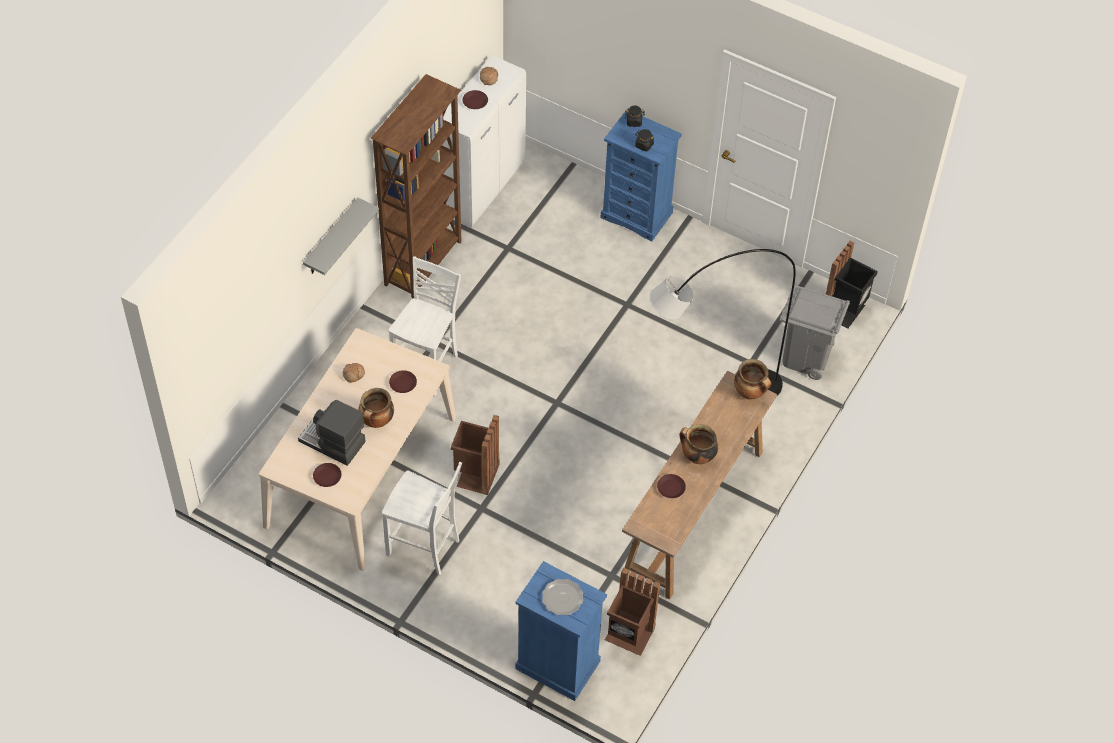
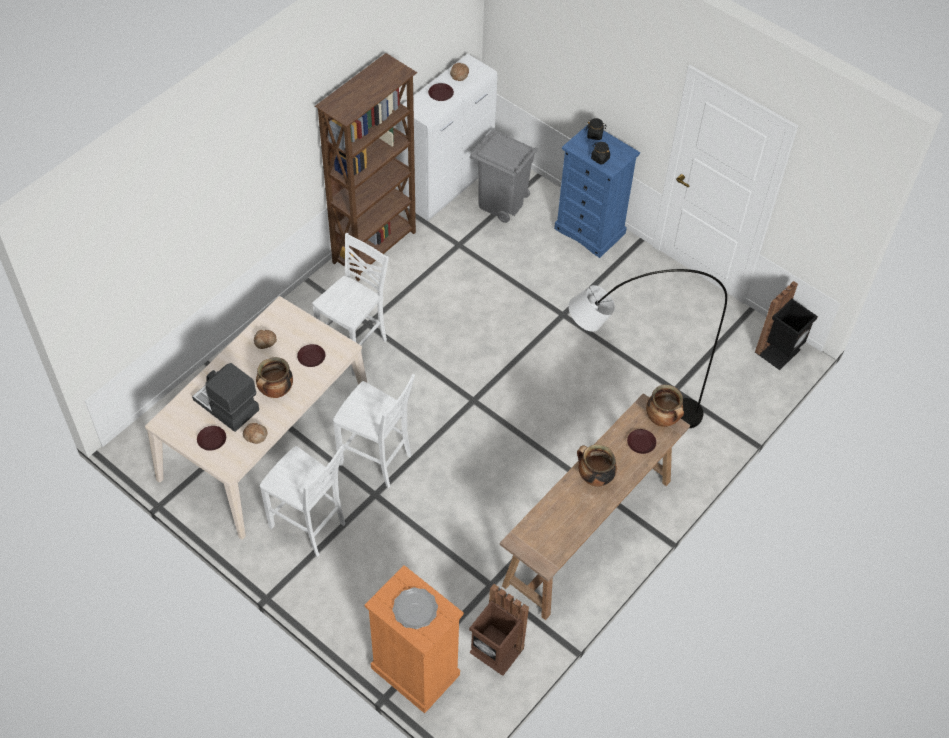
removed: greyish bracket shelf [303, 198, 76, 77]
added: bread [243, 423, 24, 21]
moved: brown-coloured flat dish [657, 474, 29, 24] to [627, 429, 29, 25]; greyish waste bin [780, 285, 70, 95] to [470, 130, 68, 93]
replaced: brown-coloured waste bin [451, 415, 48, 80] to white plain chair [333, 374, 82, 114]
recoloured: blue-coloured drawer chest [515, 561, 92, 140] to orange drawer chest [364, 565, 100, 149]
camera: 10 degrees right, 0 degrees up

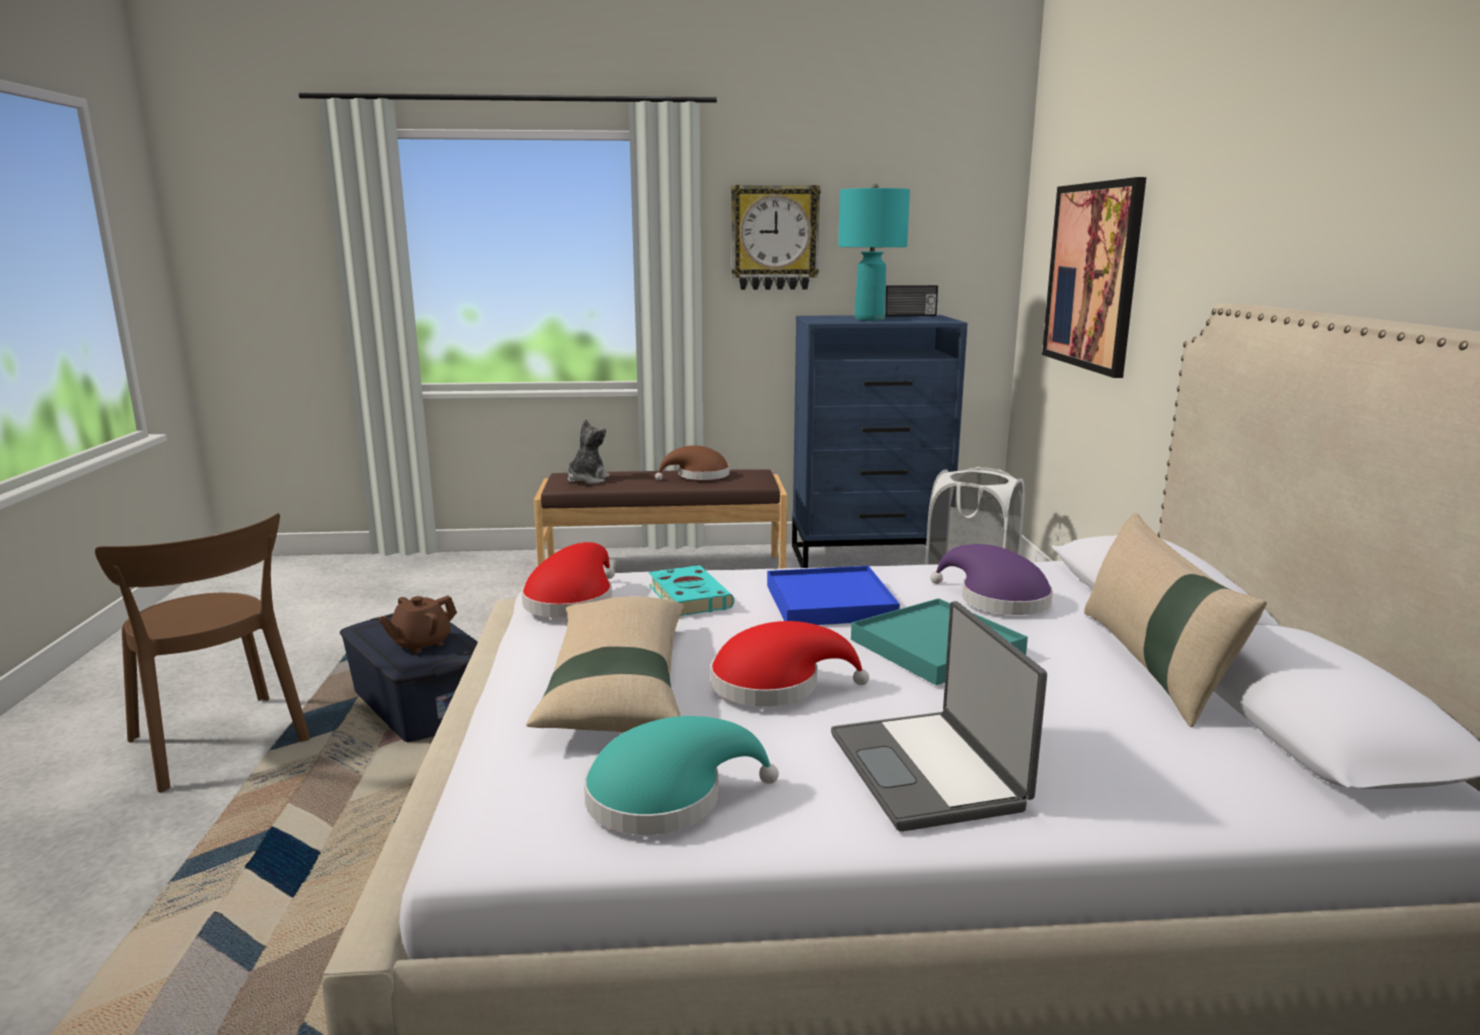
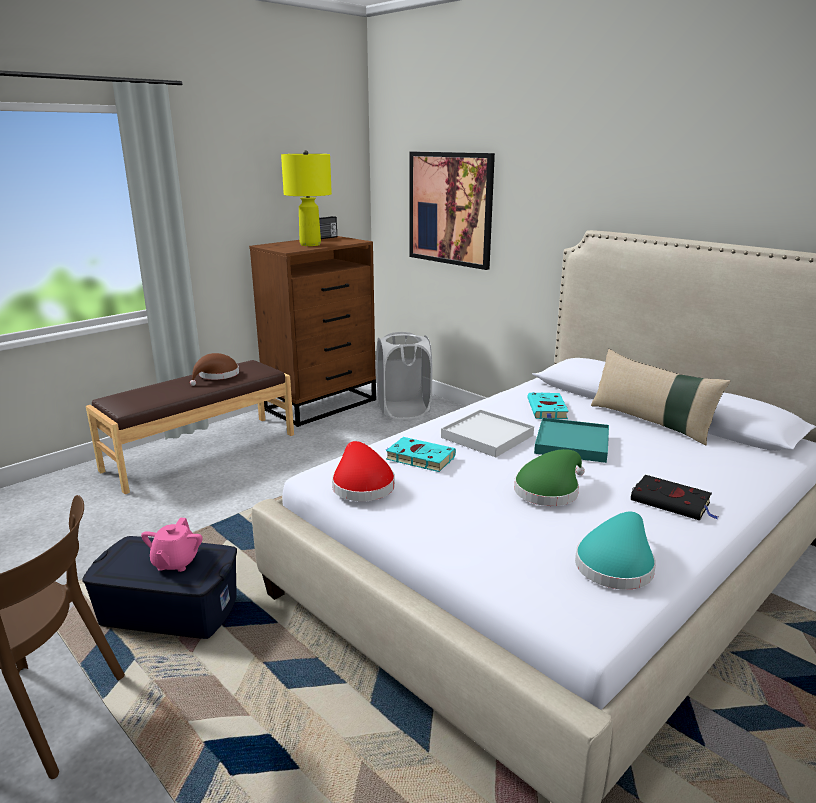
removed: sand-coloured cushion [526, 596, 158, 136]; soft toy [568, 419, 42, 65]; wall clock [731, 185, 90, 105]
replaced: laptop [831, 601, 216, 231] to black bound book [631, 475, 87, 45]; purple wearable hat [930, 544, 123, 71] to blue-green bound book [527, 392, 42, 27]
recoloured: brown-coloured teapot [378, 595, 79, 59] to pink-coloured teapot [141, 518, 62, 54]; red-coloured wearable hat [710, 621, 159, 85] to greenish wearable hat [514, 449, 71, 57]; blue-coloured tray [767, 566, 133, 59] to white tray [441, 409, 93, 48]; blue-coloured drawer chest [792, 315, 176, 253] to brown-coloured drawer chest [249, 236, 127, 191]; blue-green lamp for a table [838, 184, 72, 137] to yellowish lamp for a table [281, 150, 51, 96]
camera: 40 degrees left, 5 degrees up

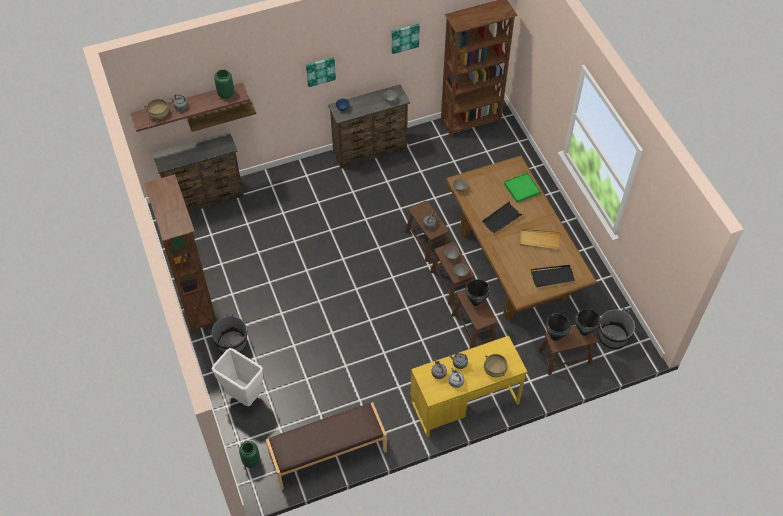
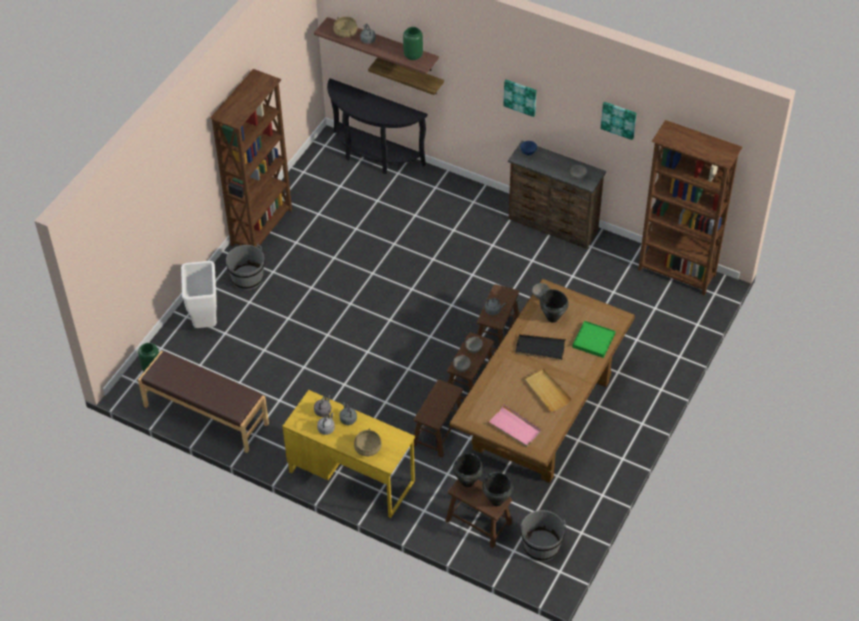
moved: black saucepot [465, 279, 25, 27] to [540, 289, 29, 34]
replaced: brown-coloured drawer chest [152, 131, 92, 81] to black console table [327, 78, 101, 96]
recoloured: black tray [531, 265, 44, 23] to pink-coloured tray [487, 404, 54, 43]
camera: 50 degrees right, 5 degrees down

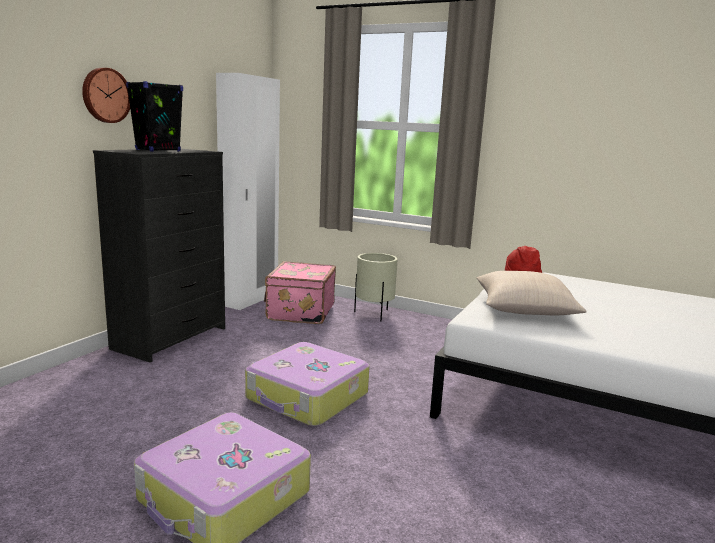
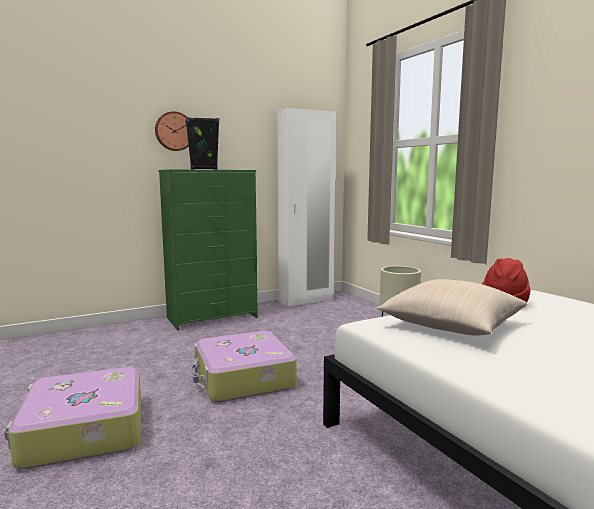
removed: pink-coloured travel case [264, 261, 72, 63]
recoloured: black drawer chest [93, 149, 132, 214] to greenish drawer chest [158, 169, 100, 162]
camera: 35 degrees right, 5 degrees down

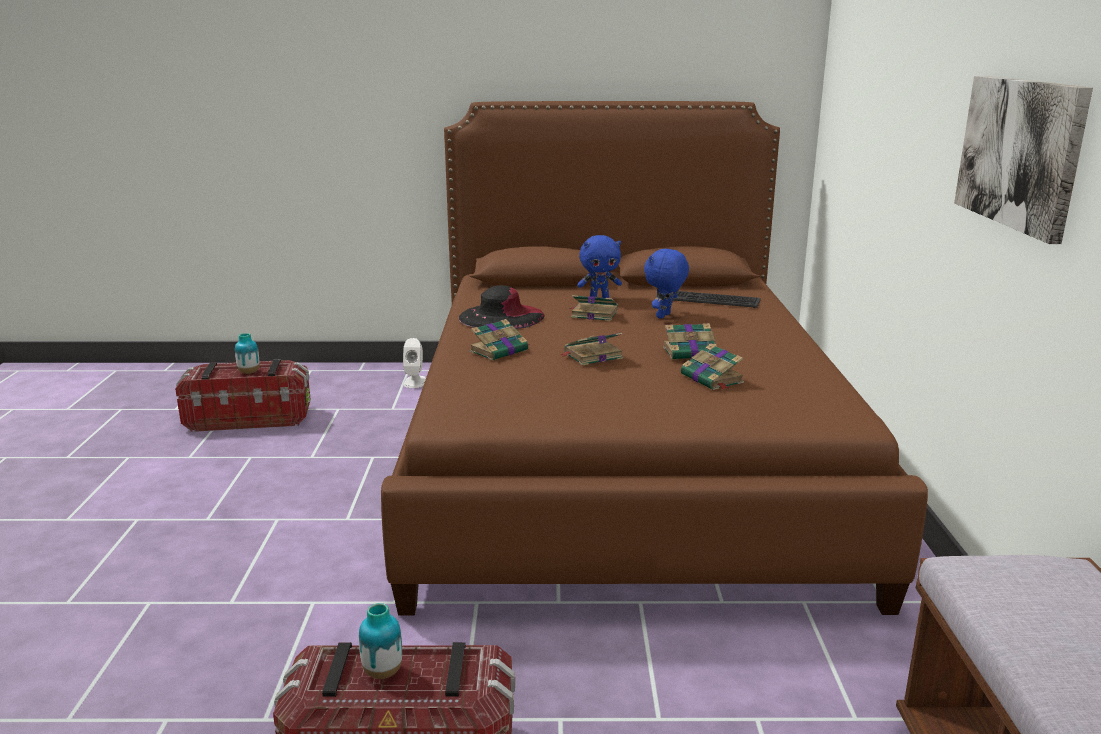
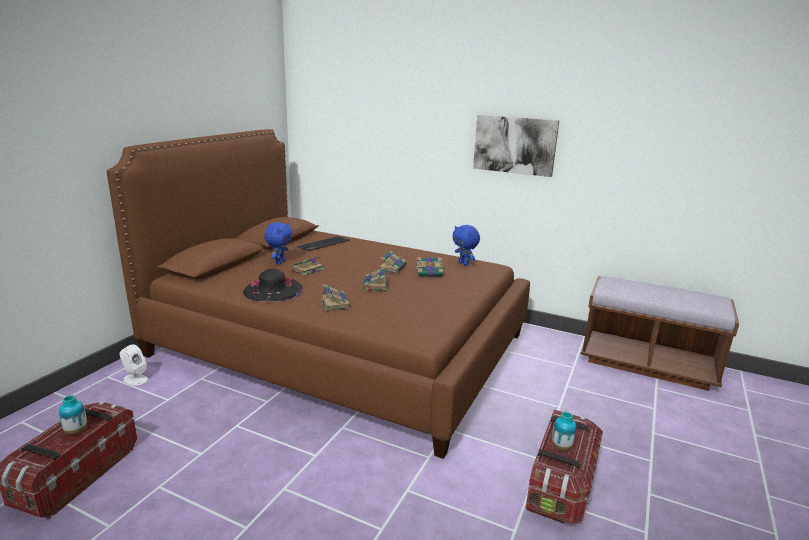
moved: blue-coloured soft toy [644, 248, 45, 71] to [452, 225, 28, 41]
camera: 65 degrees left, 0 degrees up

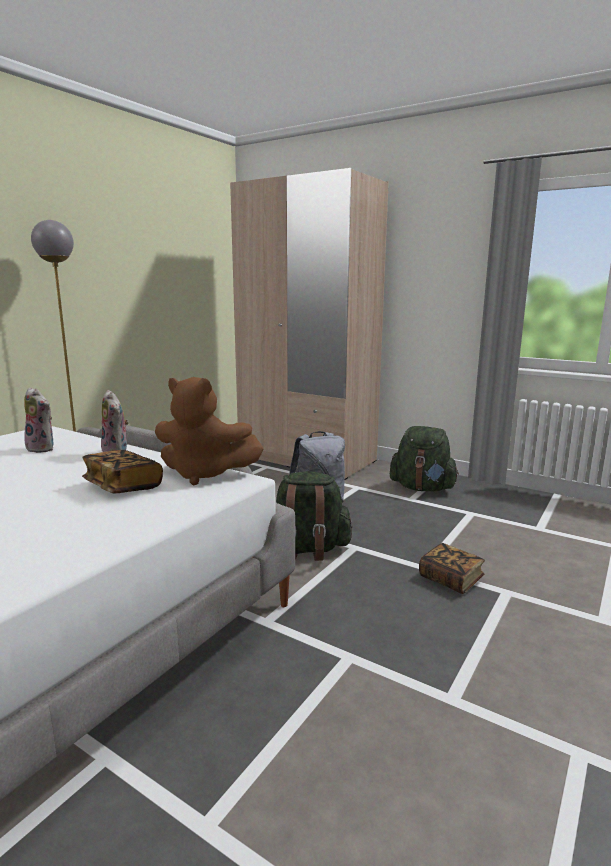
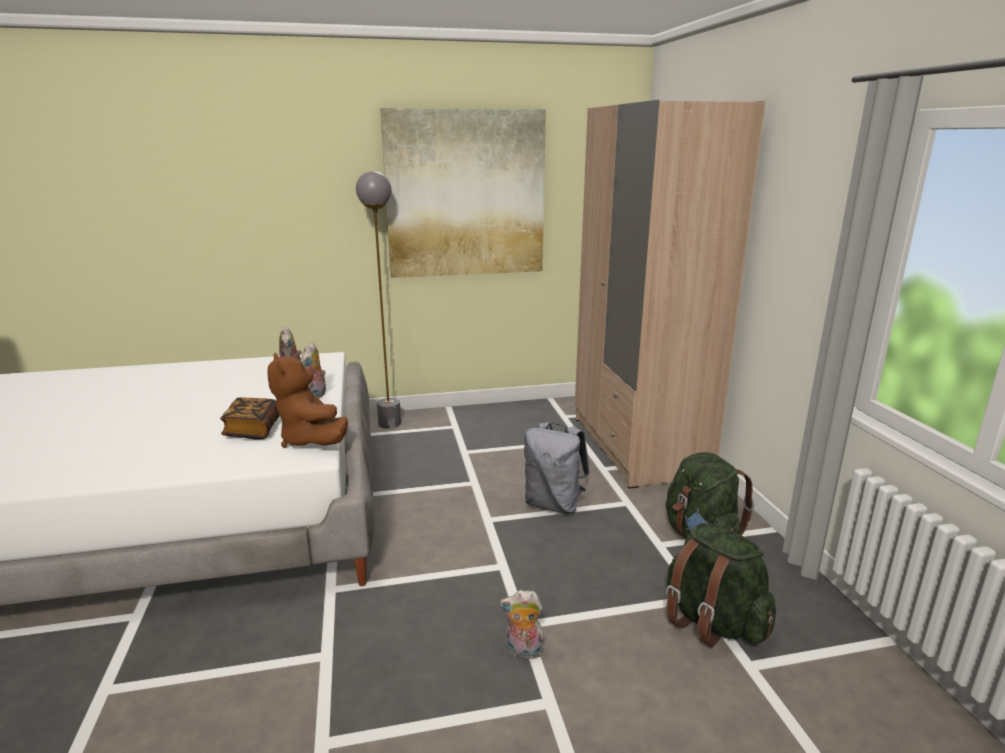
added: picture [380, 108, 166, 170]
moved: greenish knapsack [276, 471, 76, 90] to [666, 523, 110, 124]
replaced: bound book [419, 543, 66, 51] to soft toy [500, 590, 44, 69]
camera: 45 degrees right, 5 degrees up

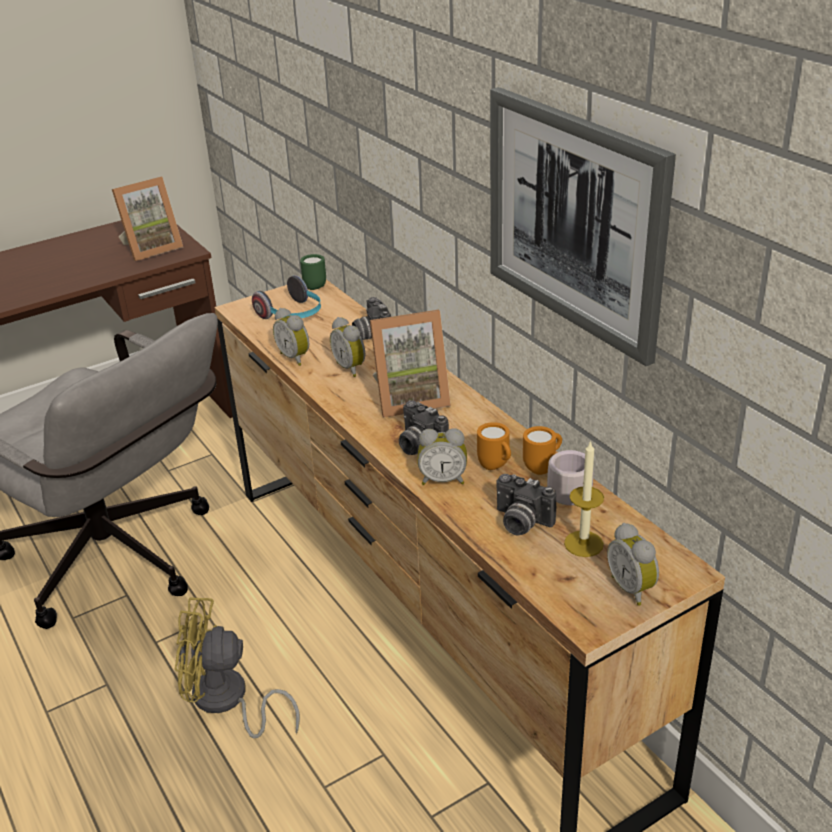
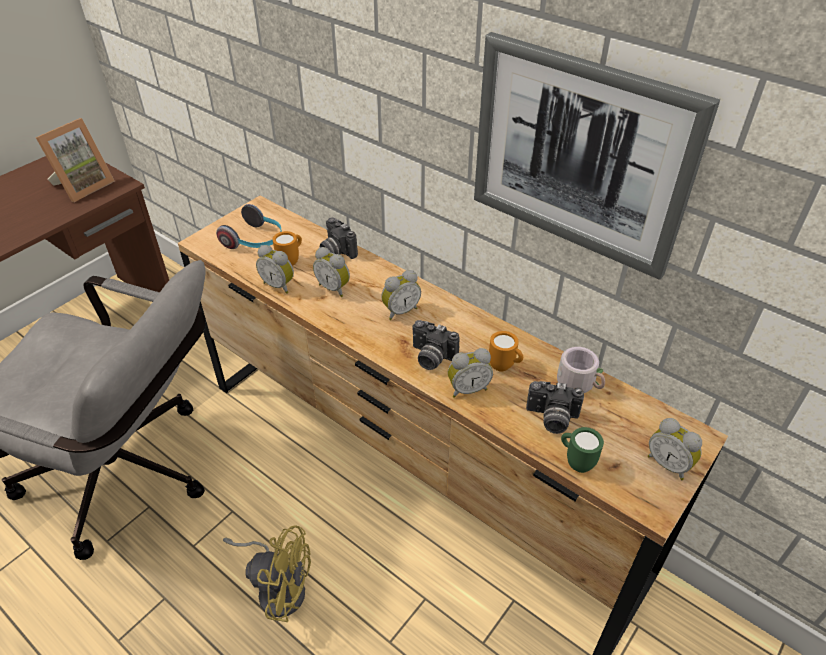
removed: candle [564, 440, 40, 117]
moved: greenish tea mug [300, 254, 26, 36] to [561, 427, 43, 46]; orange tea mug [523, 426, 39, 49] to [273, 231, 29, 35]
replaced: standing frame [370, 310, 81, 108] to alarm clock [381, 270, 40, 50]
turned: yellowish electric fan [175, 597, 125, 141] = [223, 525, 88, 97] 150 degrees counterclockwise
camera: 20 degrees left, 10 degrees up

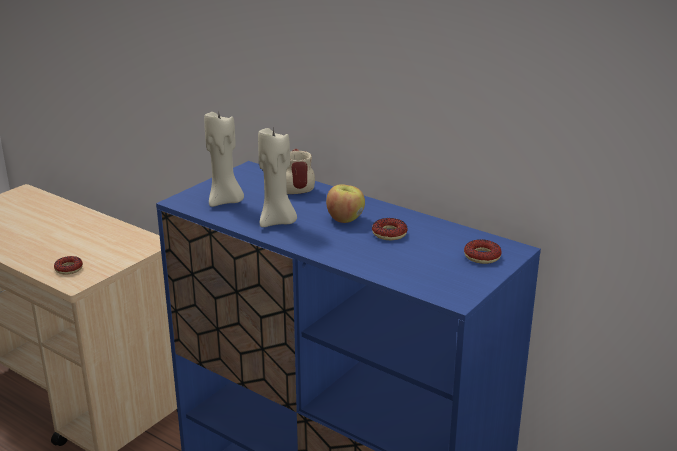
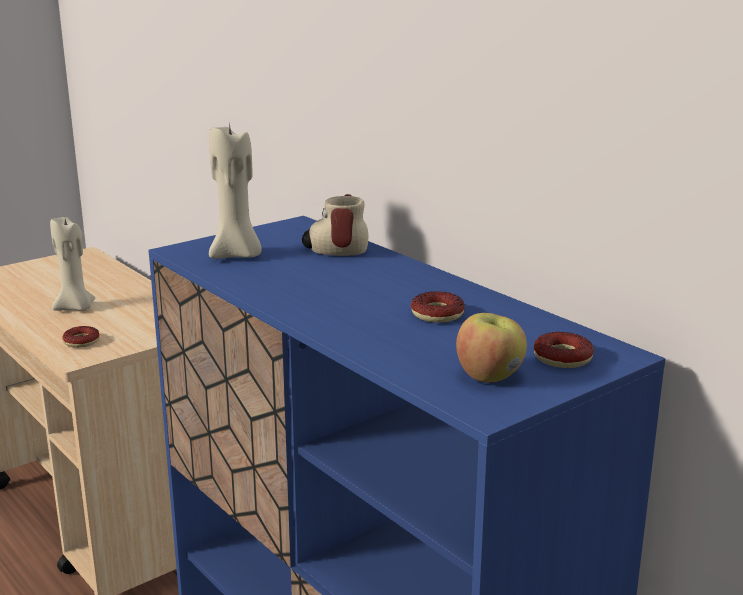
moved: sand-coloured candle [258, 126, 39, 101] to [50, 217, 45, 94]; apple [326, 184, 39, 39] to [456, 313, 71, 70]
camera: 15 degrees right, 5 degrees down

